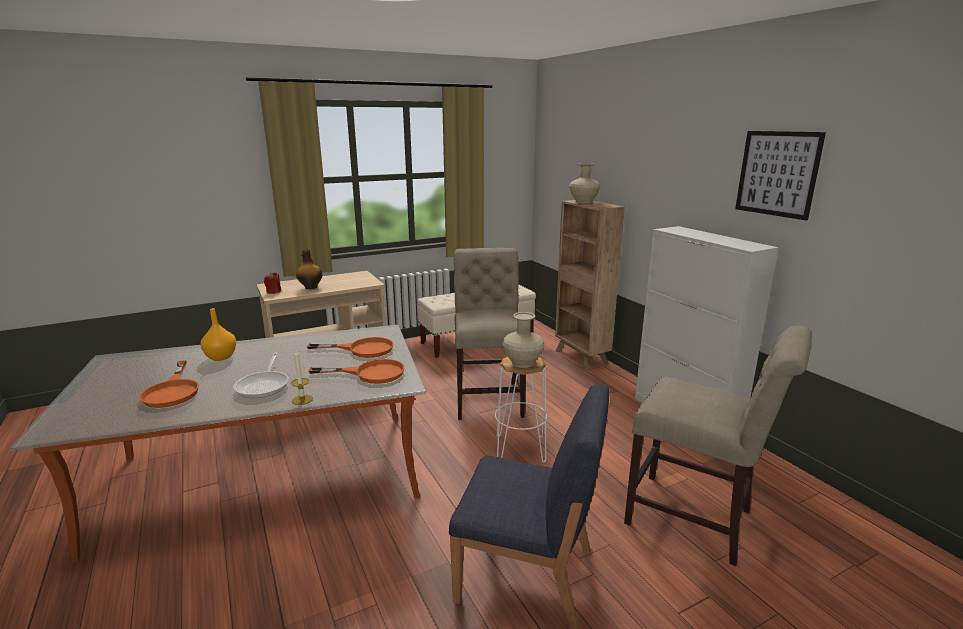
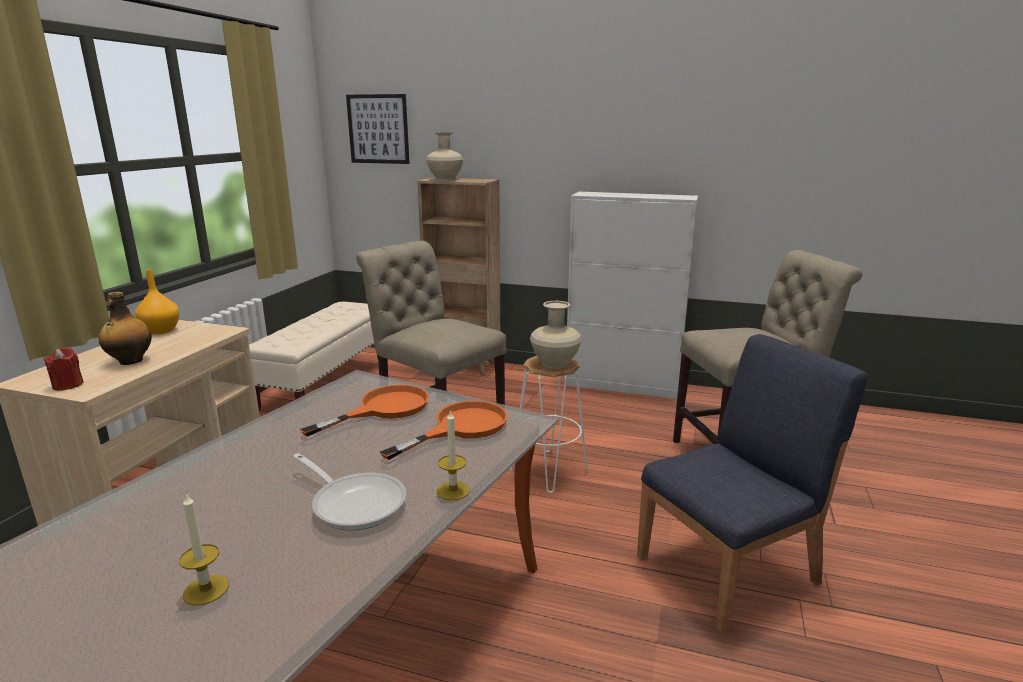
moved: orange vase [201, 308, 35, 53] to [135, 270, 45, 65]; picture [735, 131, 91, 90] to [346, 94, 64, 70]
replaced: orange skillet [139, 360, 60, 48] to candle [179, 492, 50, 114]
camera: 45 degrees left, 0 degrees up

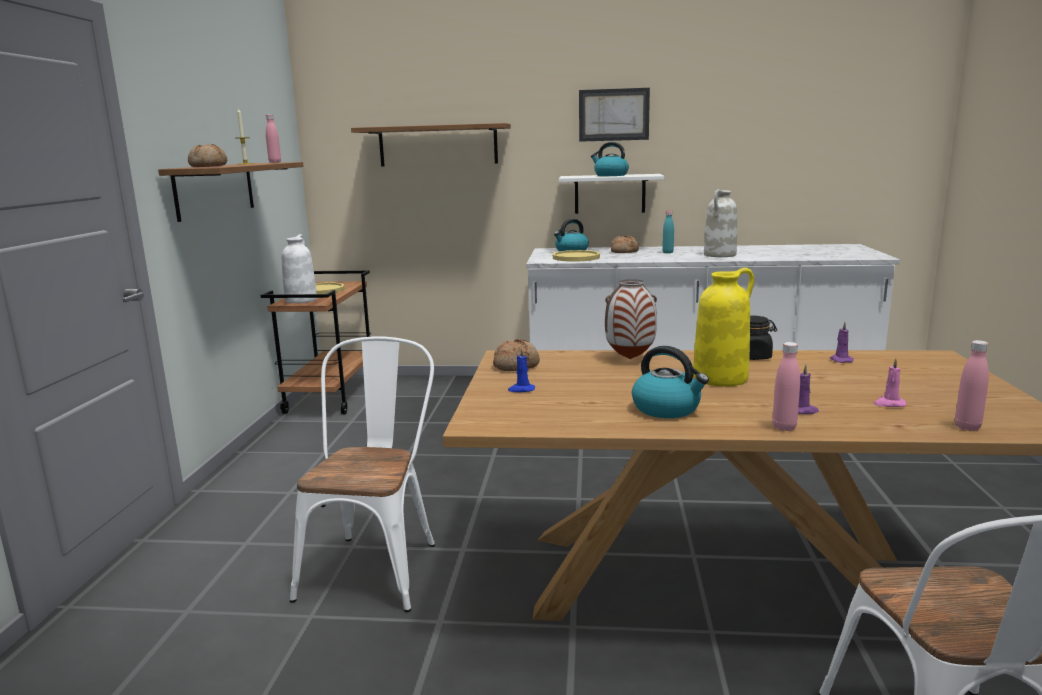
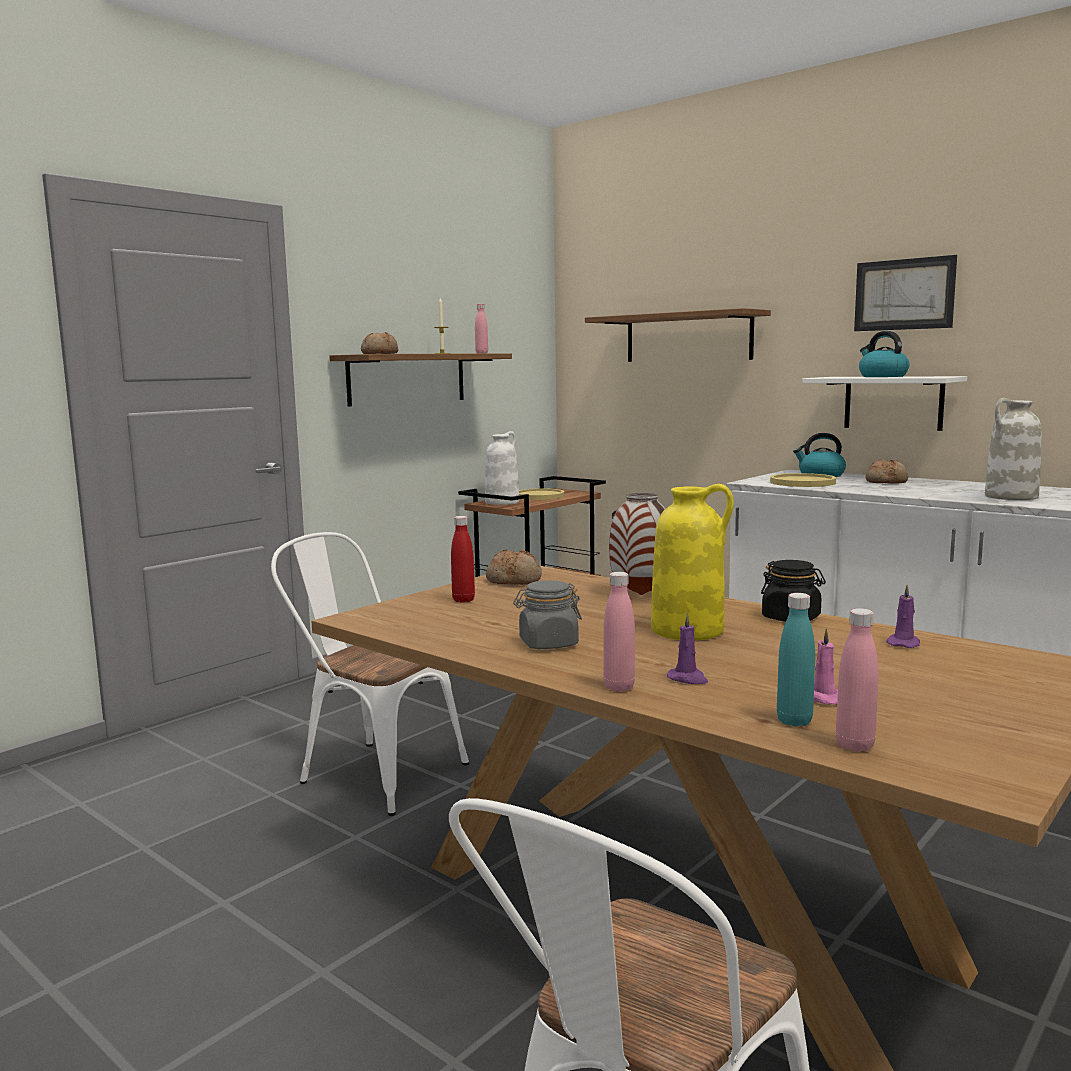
moved: blue-green beverage bottle [662, 211, 12, 43] to [777, 593, 38, 134]
replaced: blue-coloured candle [508, 347, 27, 45] to red-coloured beverage bottle [451, 516, 24, 87]; kettle [632, 346, 77, 72] to greyish storage jar [513, 580, 69, 69]
turned: white plain chair [290, 336, 145, 277] = [271, 532, 198, 284] 105 degrees counterclockwise
camera: 35 degrees right, 5 degrees down

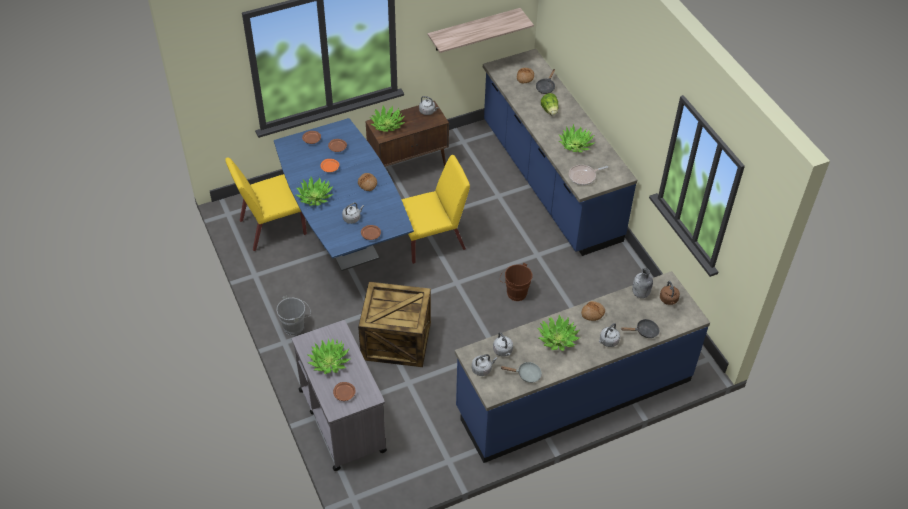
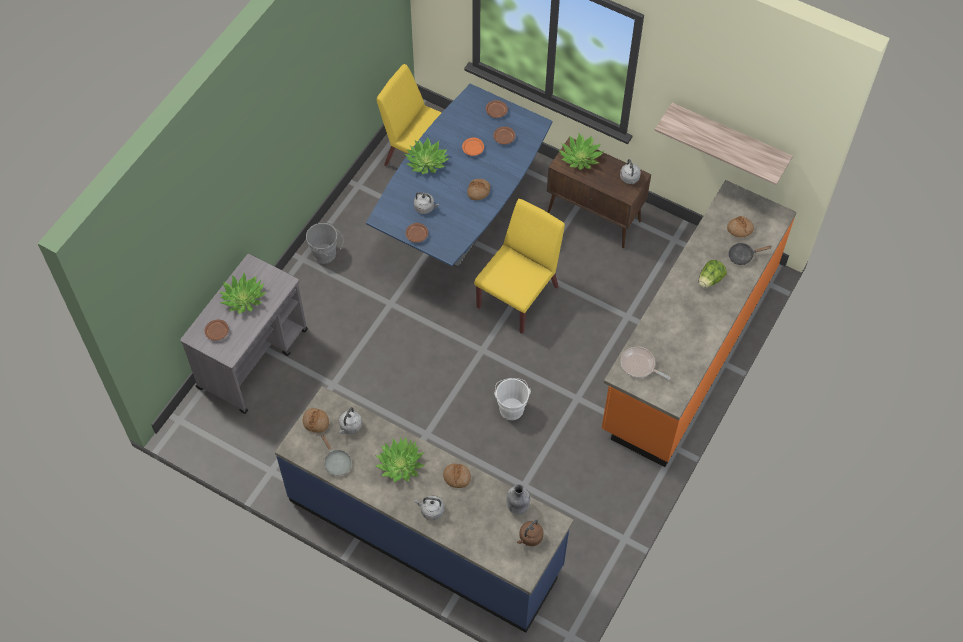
removed: shipping crate [358, 282, 73, 85]; potted plant [558, 124, 36, 28]; black skillet [621, 319, 39, 19]
replaced: greyish kettle [472, 354, 25, 22] to bread [303, 408, 26, 25]
recoloured: blue-coloured kitchen counter [483, 49, 154, 207] to orange kitchen counter [602, 180, 195, 287]; brown-coloured water bucket [500, 263, 32, 38] to white water bucket [494, 378, 37, 42]
turned: yellowish plain chair [401, 155, 69, 109] = [474, 199, 91, 135] 90 degrees counterclockwise
camera: 55 degrees right, 10 degrees up

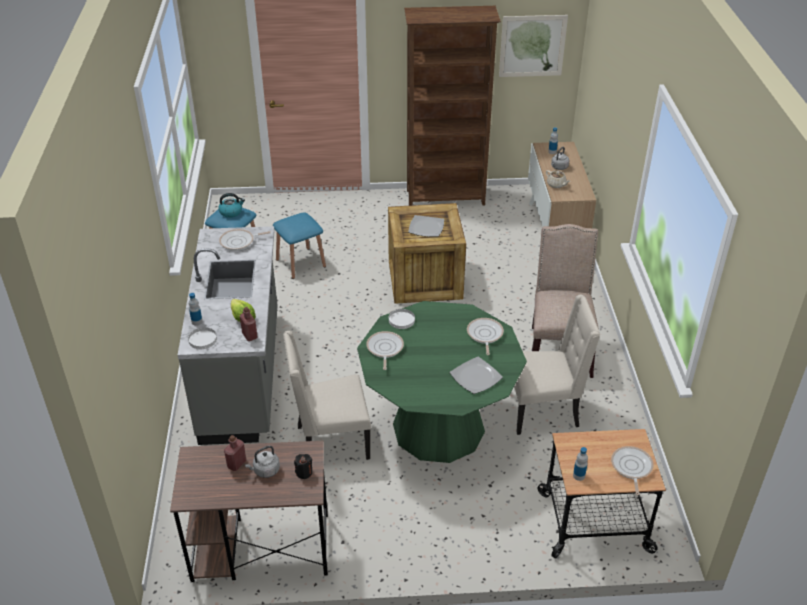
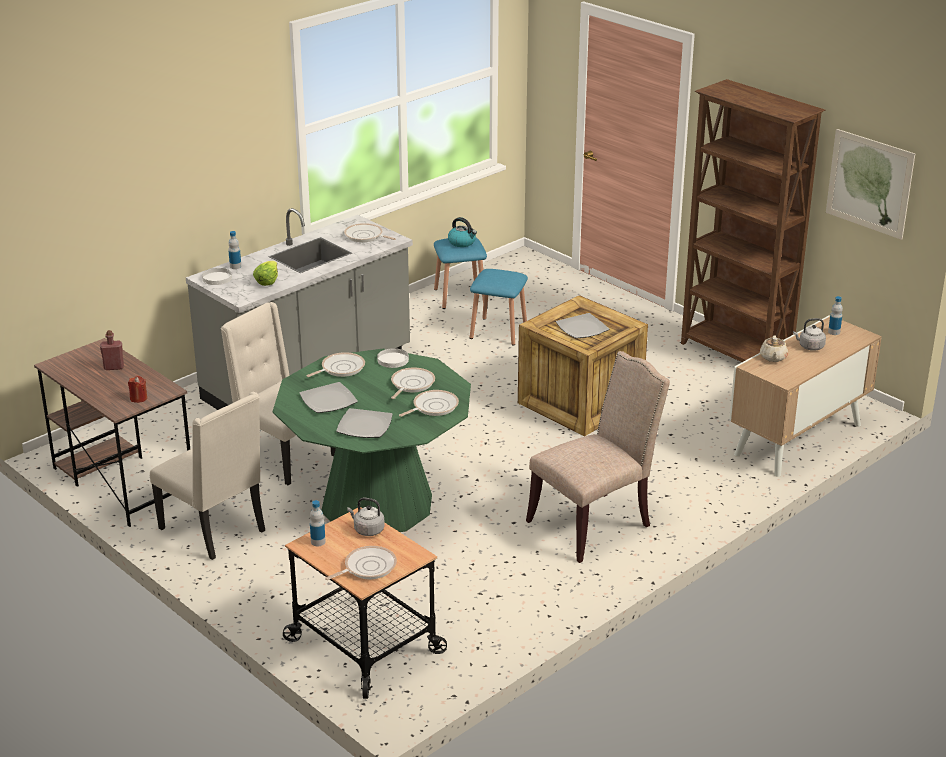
removed: red-coloured beverage bottle [240, 307, 18, 34]
added: flat dish [300, 382, 58, 31]; skillet [391, 367, 44, 32]
moved: greyish kettle [245, 446, 35, 32] to [347, 498, 38, 38]; sand-coloured plain chair [514, 295, 86, 140] to [150, 392, 115, 168]
recoloured: black candle [294, 454, 18, 25] to red-coloured candle [128, 376, 19, 27]
camera: 50 degrees right, 10 degrees down

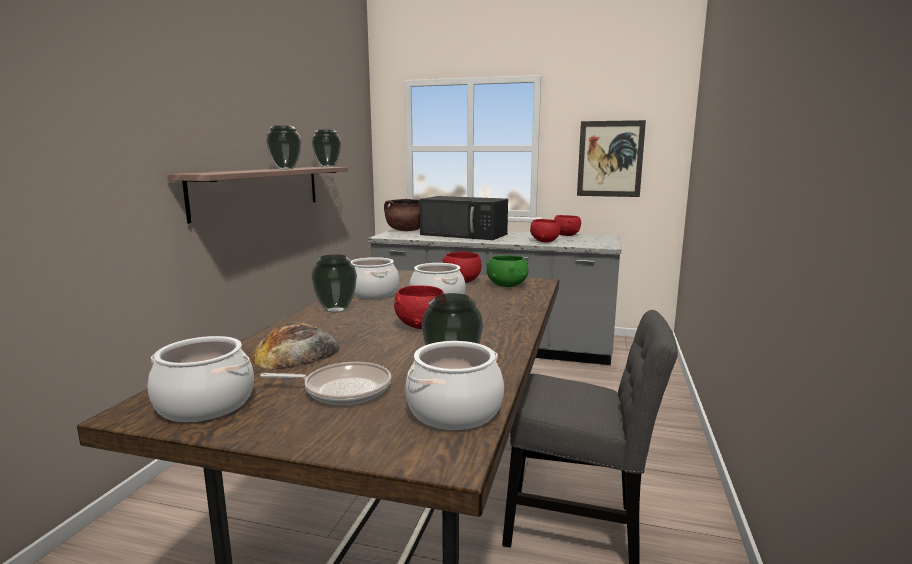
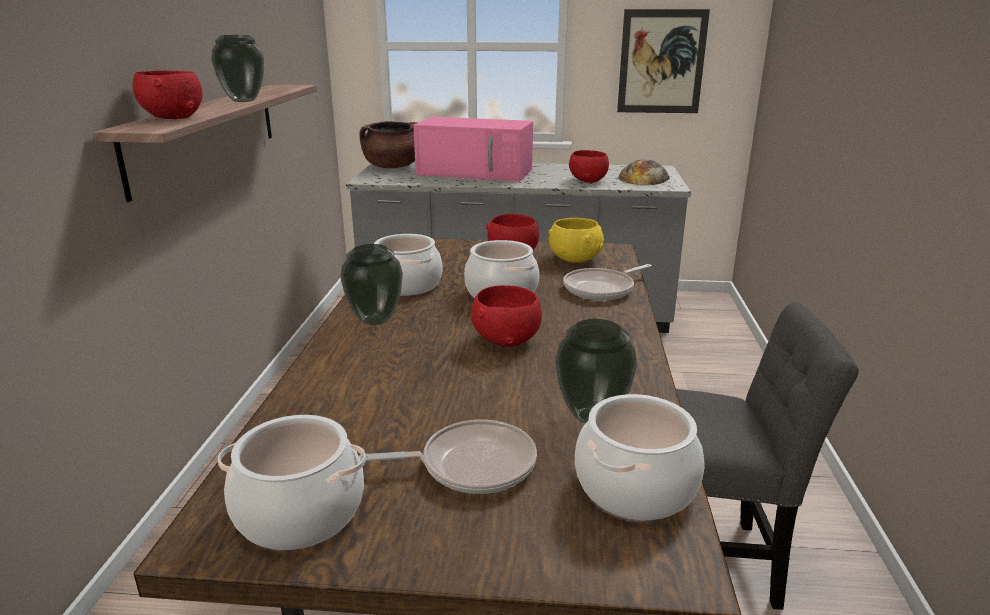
removed: vase [312, 129, 29, 38]
added: skillet [563, 264, 89, 36]
moved: bread [250, 322, 91, 48] to [618, 159, 52, 26]; red-coloured deep dish [554, 215, 27, 21] to [133, 70, 70, 49]
recoloured: black microwave [419, 196, 89, 44] to pink-coloured microwave [413, 117, 120, 65]; greenish deep dish [486, 255, 43, 32] to yellowish deep dish [548, 218, 56, 45]
camera: 10 degrees left, 10 degrees up

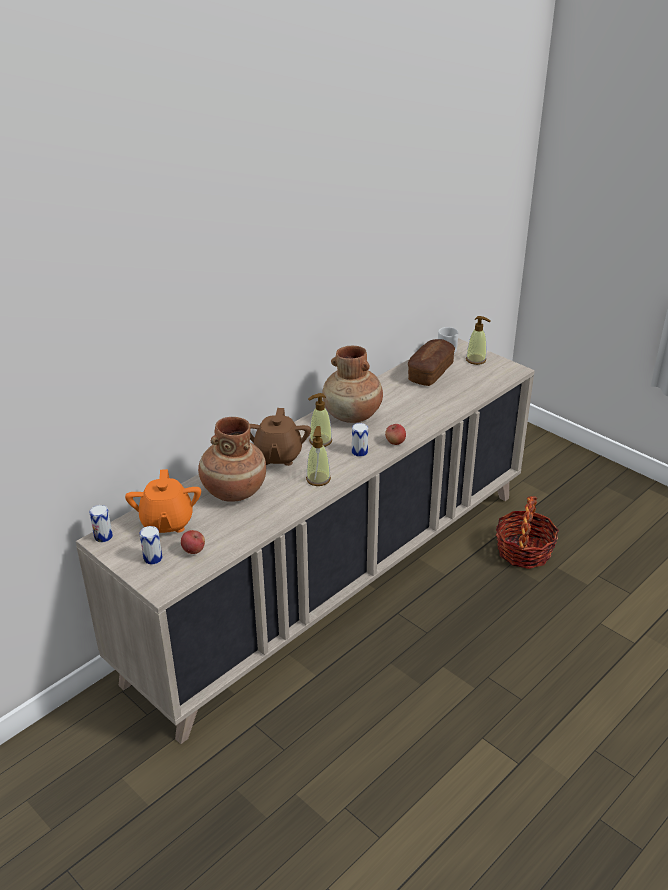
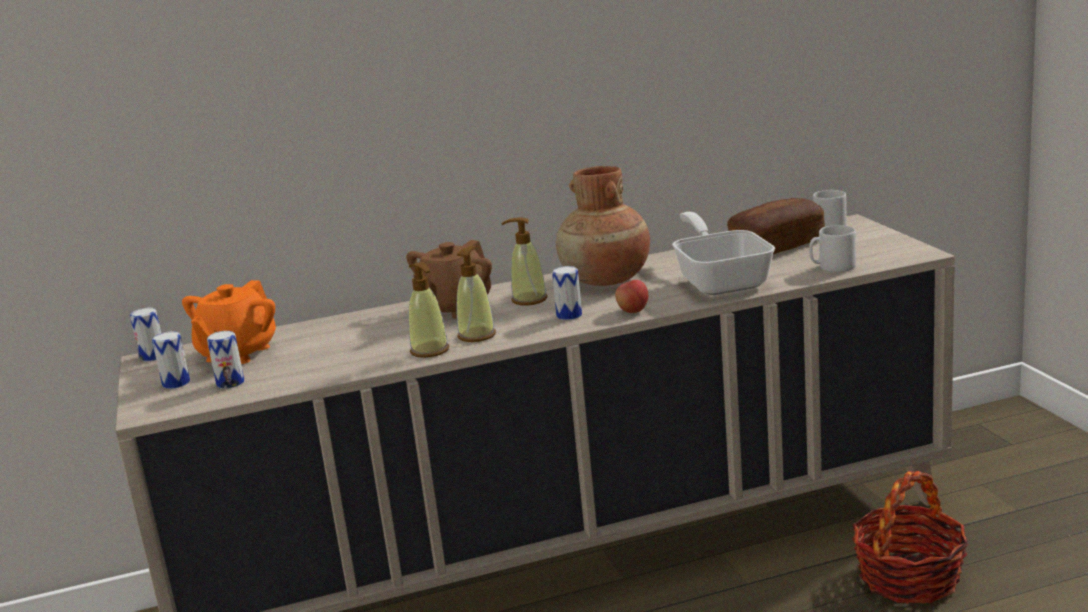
removed: brown-coloured vase [198, 417, 68, 85]
added: skillet [672, 212, 103, 83]; greyish tea mug [809, 225, 47, 47]
moved: soap bottle [466, 316, 24, 49] to [408, 262, 41, 96]
replaced: apple [181, 530, 24, 24] to sealed can [207, 331, 37, 58]
camera: 30 degrees right, 15 degrees down

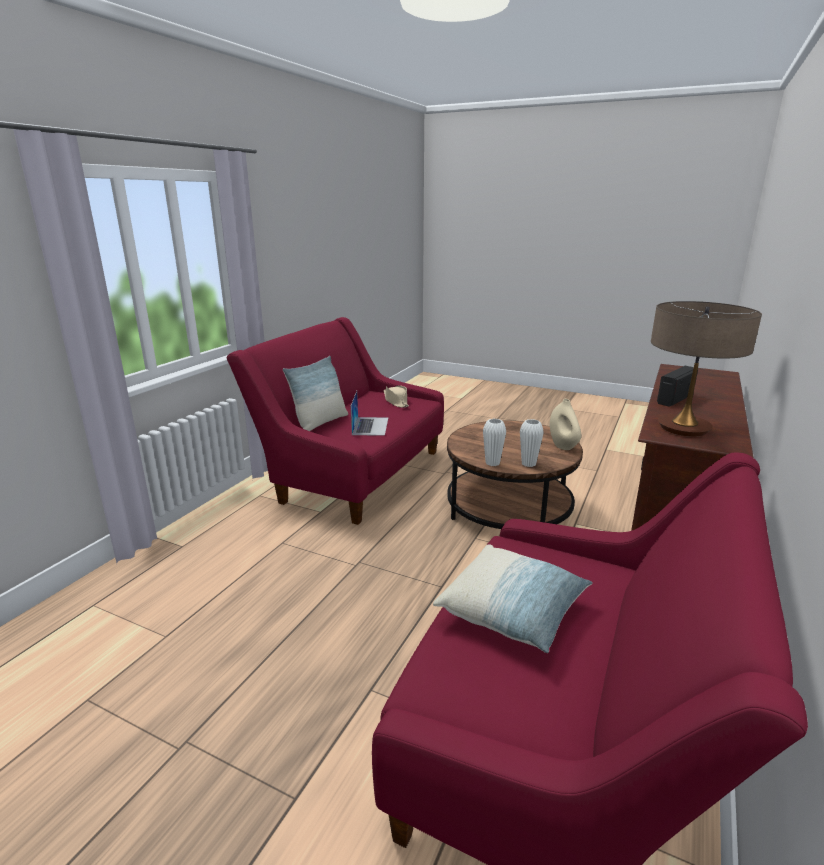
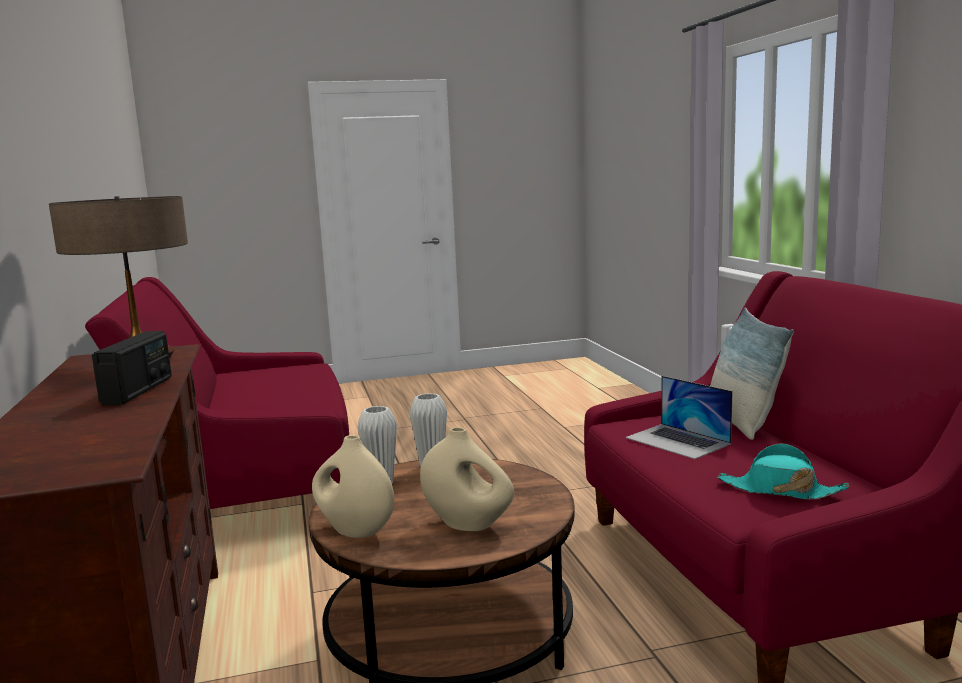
removed: cushion [433, 545, 160, 108]
added: sand-coloured vase [420, 427, 94, 104]
recoloured: sand-coloured wearable hat [384, 385, 25, 23] to blue-green wearable hat [718, 443, 132, 57]
camera: 140 degrees right, 10 degrees down

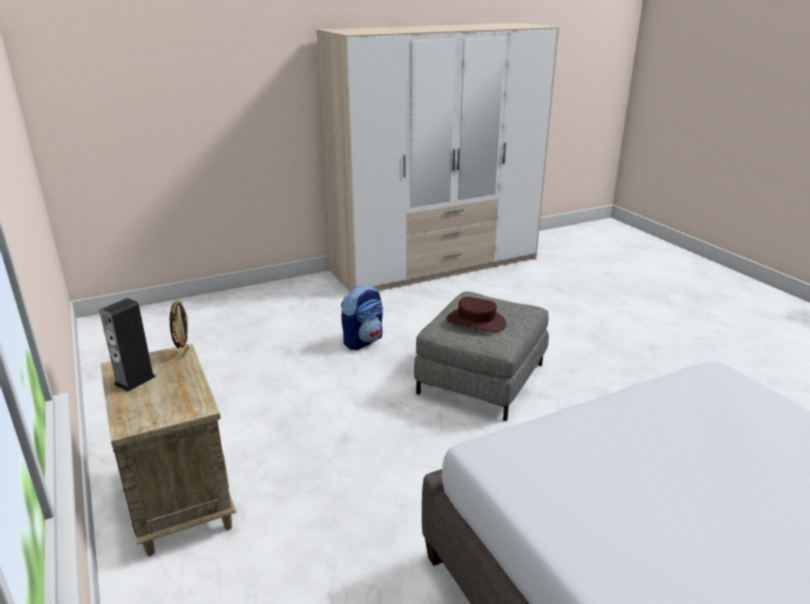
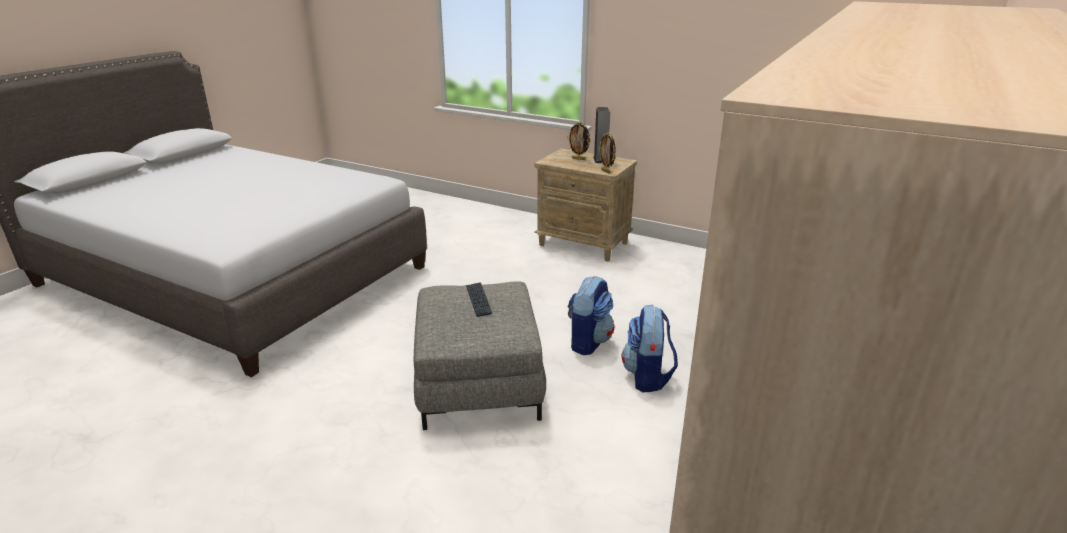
added: standing frame [567, 122, 24, 38]; knapsack [567, 276, 47, 79]
replaced: brown-coloured wearable hat [446, 297, 61, 35] to keyboard [466, 282, 26, 35]
camera: 145 degrees right, 0 degrees up

